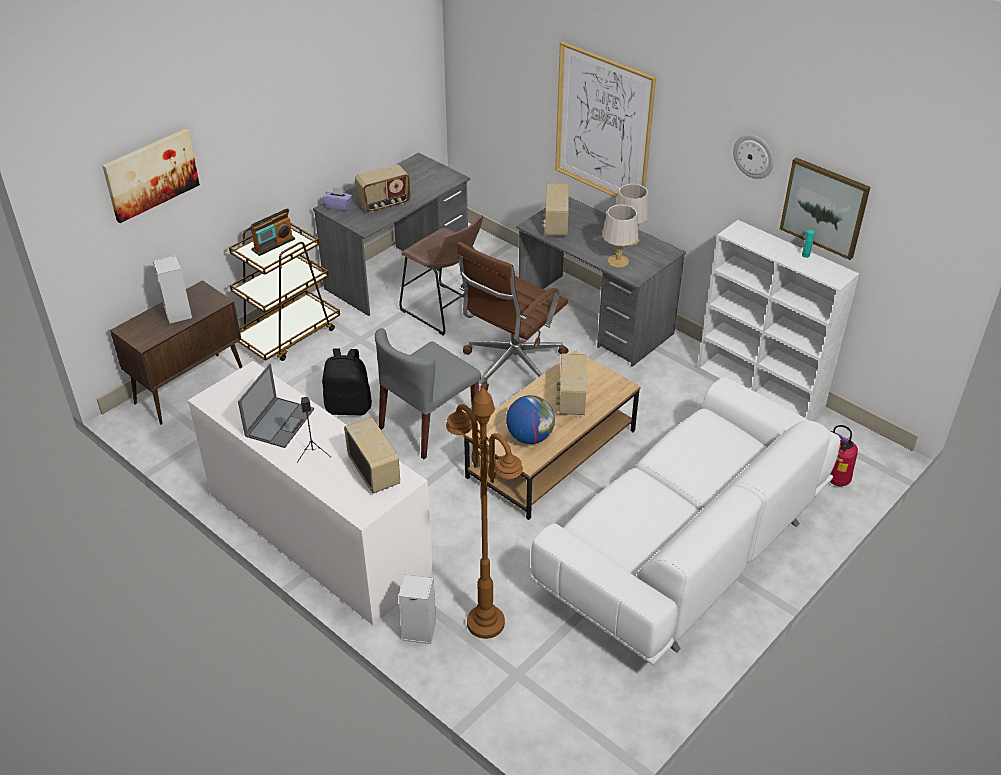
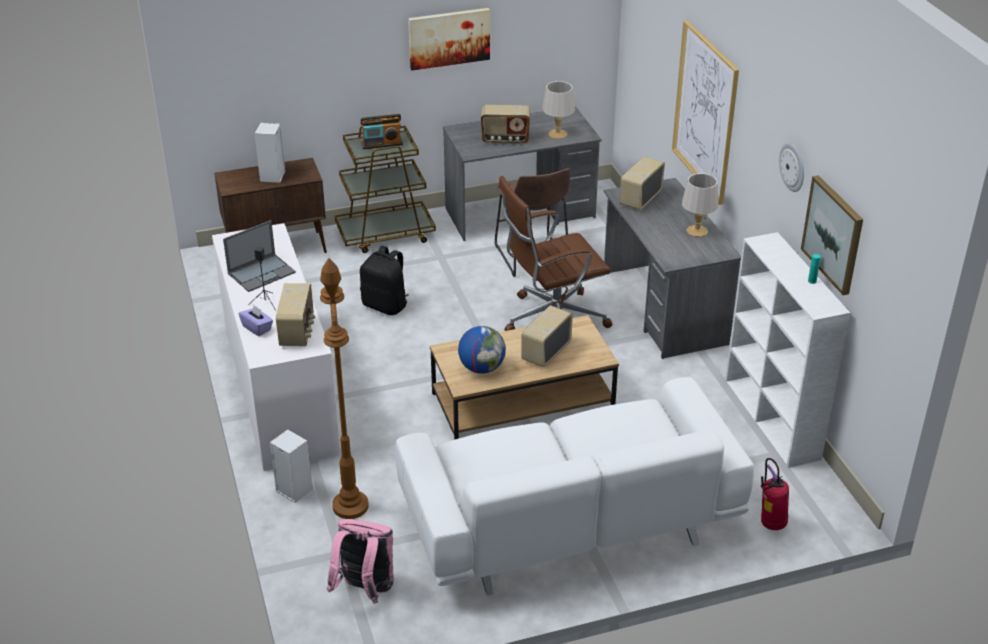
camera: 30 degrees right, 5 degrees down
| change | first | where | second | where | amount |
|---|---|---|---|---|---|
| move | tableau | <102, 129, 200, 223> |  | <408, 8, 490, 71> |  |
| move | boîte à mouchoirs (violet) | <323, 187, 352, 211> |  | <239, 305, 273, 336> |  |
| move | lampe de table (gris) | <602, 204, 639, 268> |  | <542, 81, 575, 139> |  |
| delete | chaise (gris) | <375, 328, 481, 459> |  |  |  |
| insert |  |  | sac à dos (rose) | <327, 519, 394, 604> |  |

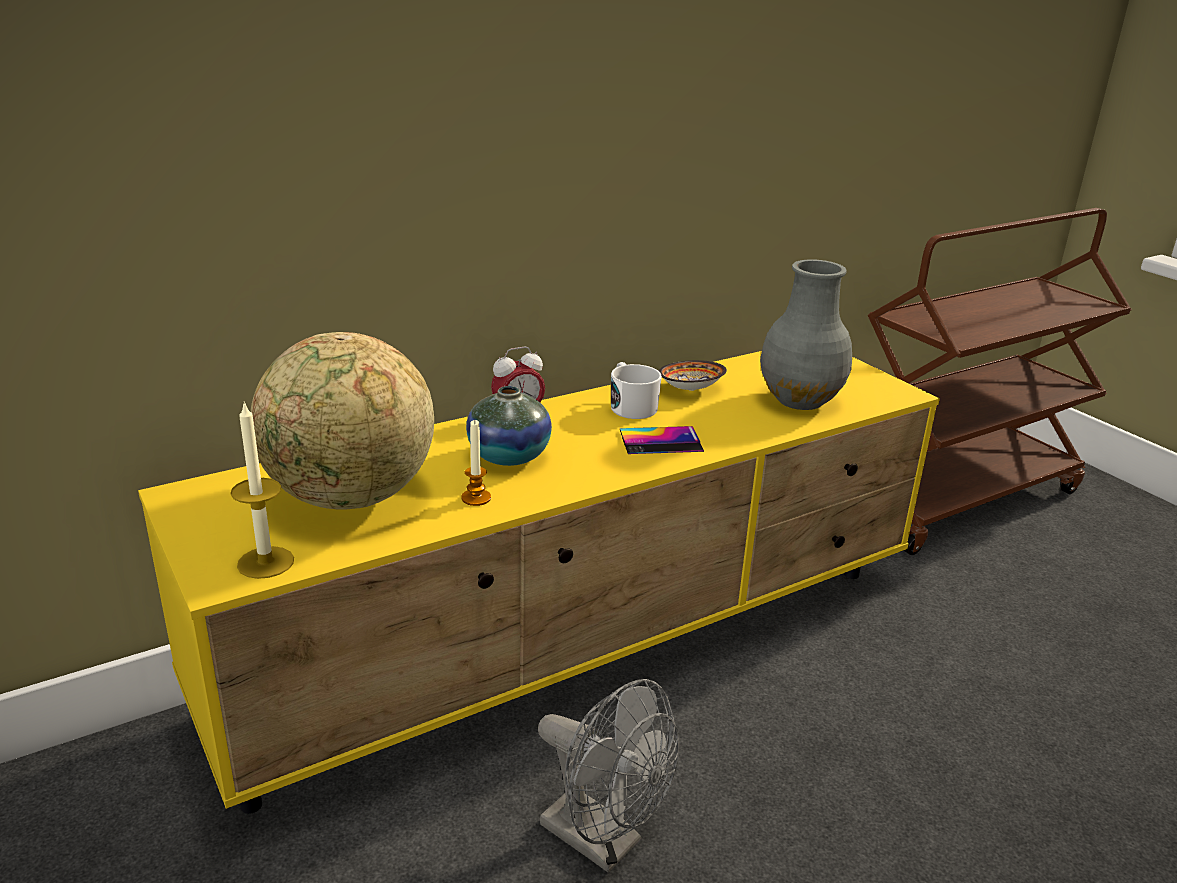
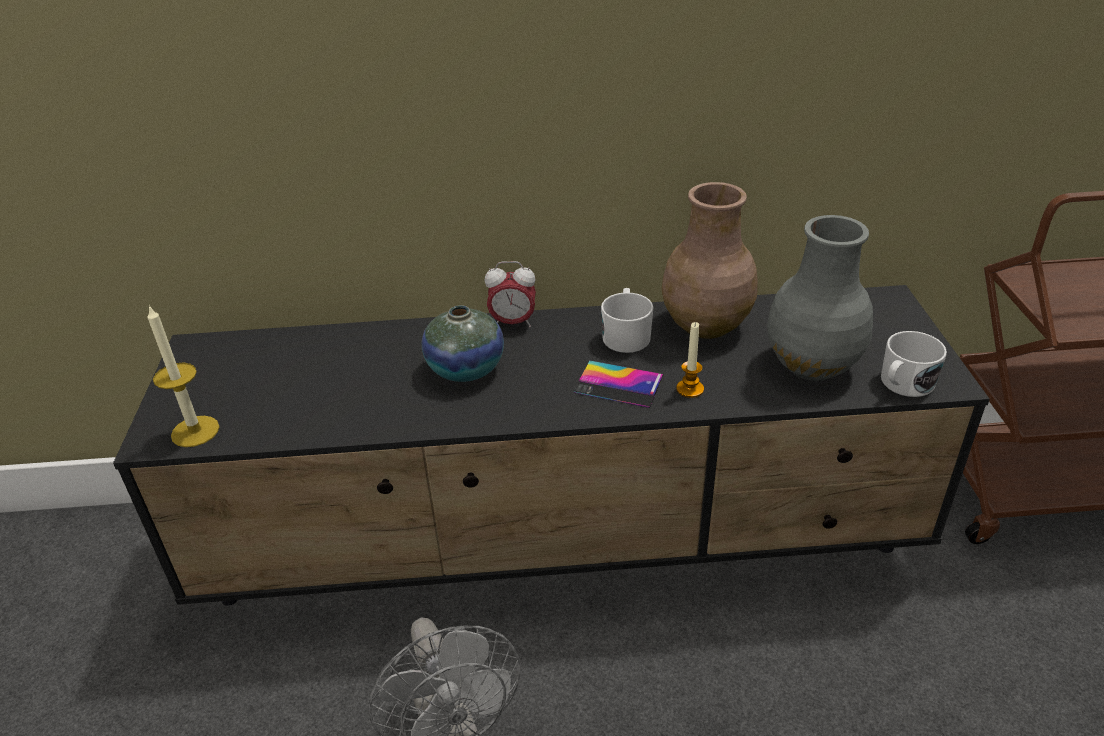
camera: 30 degrees right, 10 degrees up
| change | first | where | second | where | amount |
|---|---|---|---|---|---|
| delete | globe | <250, 332, 434, 509> |  |  |  |
| recolor | meuble télé (jaune) | <138, 351, 940, 814> | meuble télé (noir) | <113, 285, 990, 606> |  |
| replace | bol | <659, 360, 727, 391> | vase (marron) | <662, 182, 758, 339> |  |
| move | bougie | <461, 420, 491, 506> |  | <676, 322, 704, 398> |  |
| insert |  |  | mug (blanc) | <881, 331, 947, 397> |  |

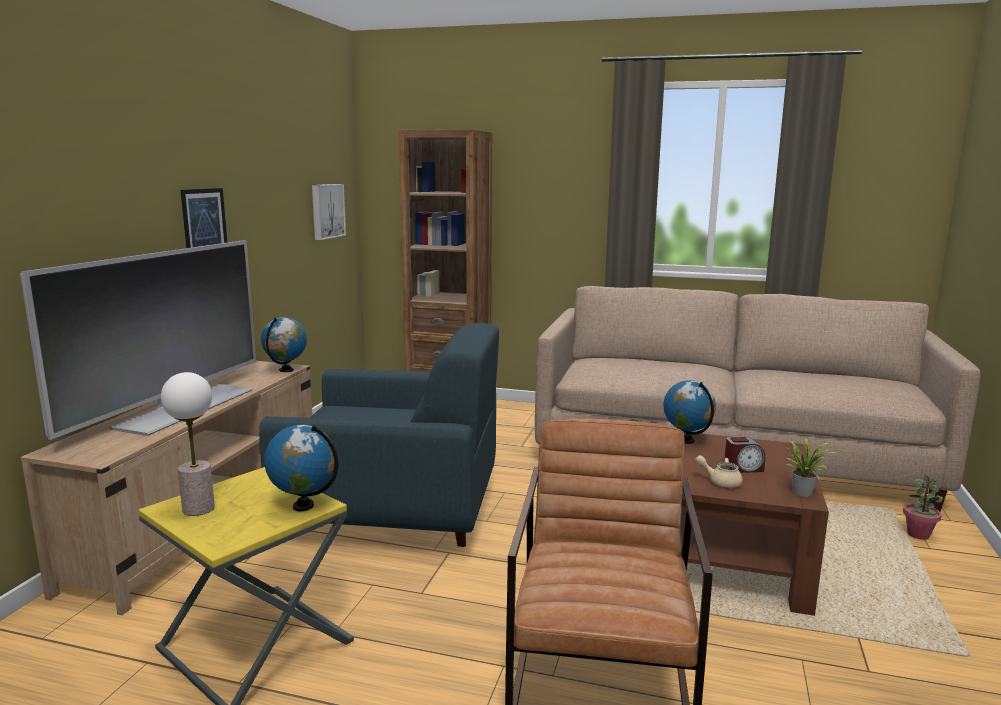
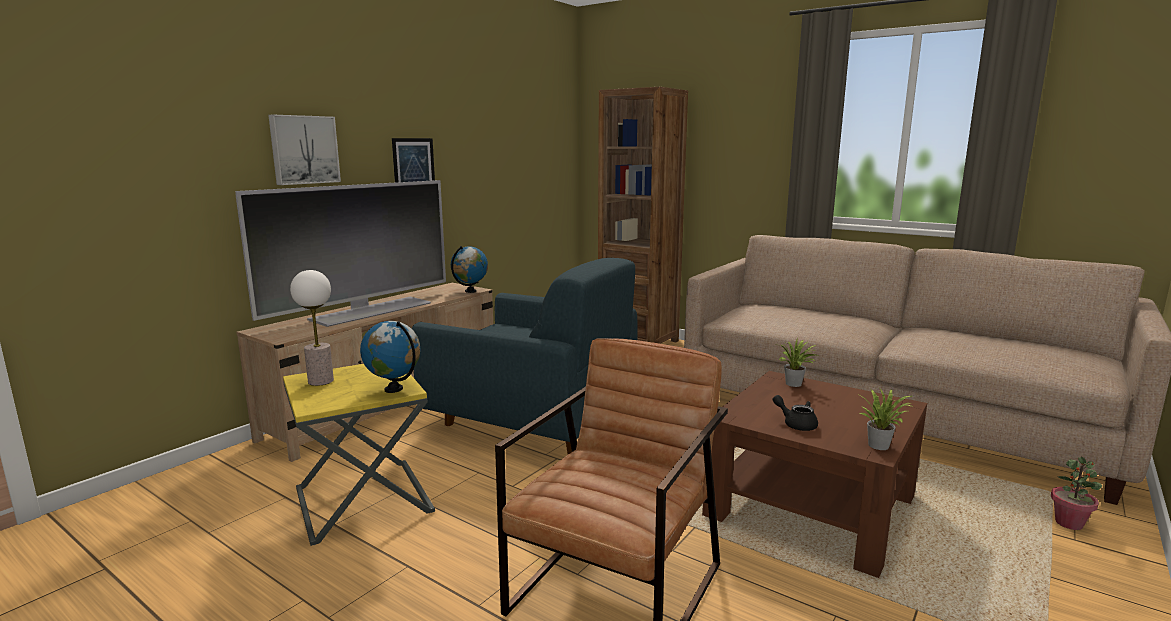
camera: 20 degrees right, 0 degrees up
| change | first | where | second | where | amount |
|---|---|---|---|---|---|
| move | tableau | <312, 184, 346, 240> |  | <268, 115, 341, 185> |  |
| replace | globe | <663, 380, 716, 444> | plante en pot | <779, 338, 820, 387> |  |
| delete | réveil | <724, 437, 765, 473> |  |  |  |
| recolor | théière (beige) | <695, 455, 743, 488> | théière (noir) | <773, 395, 818, 431> |  |

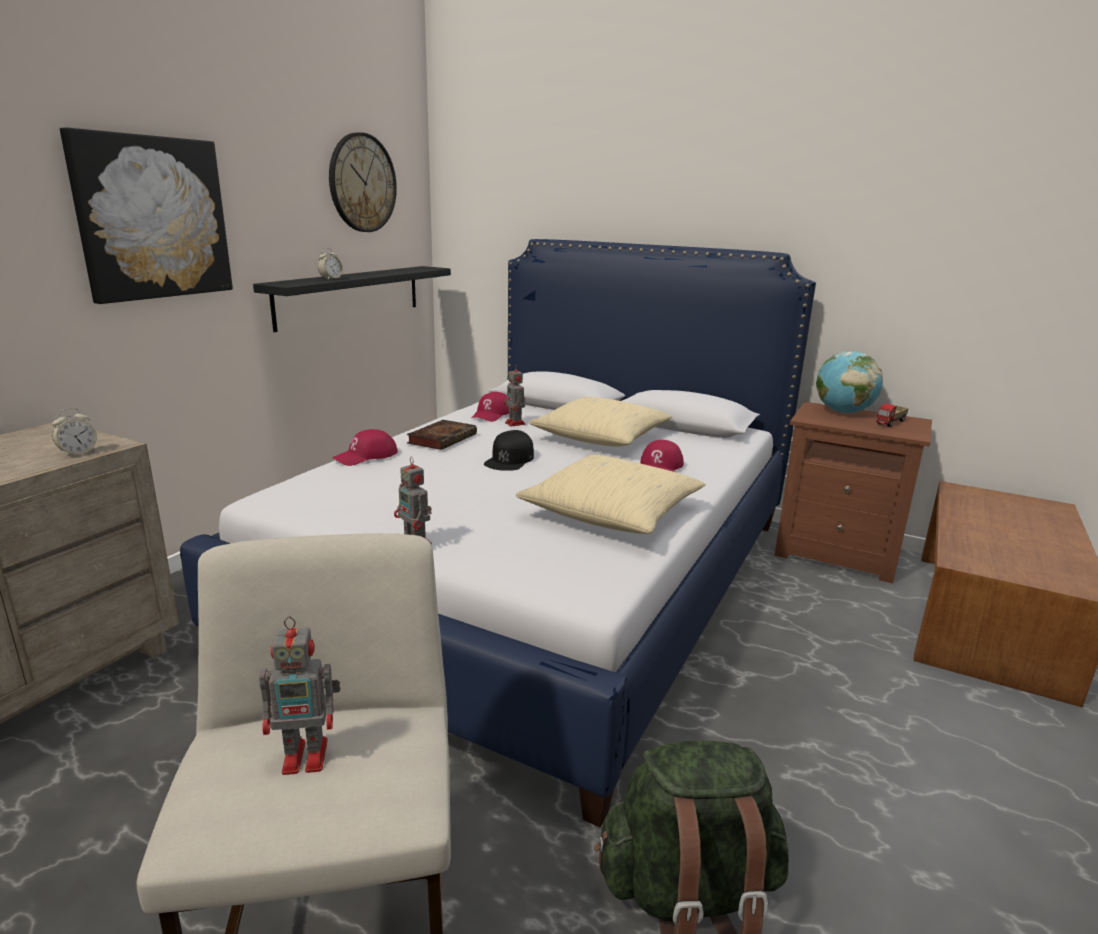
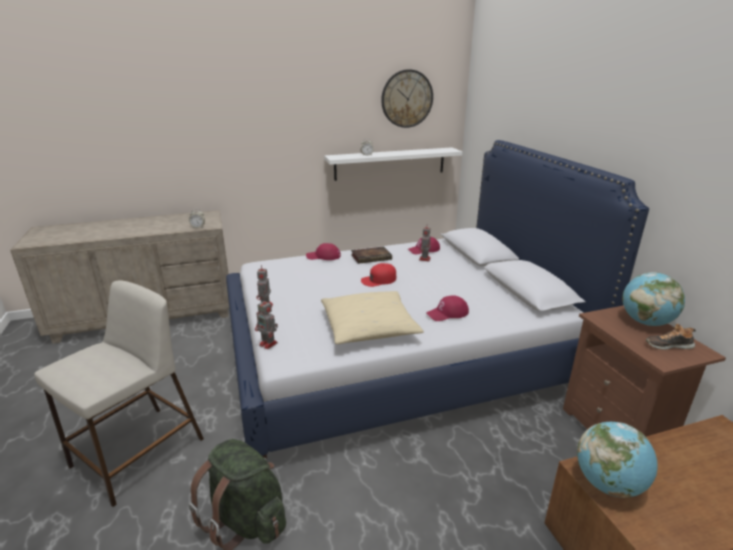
camera: 45 degrees right, 5 degrees up
| change | first | where | second | where | amount |
|---|---|---|---|---|---|
| delete | tableau | <60, 128, 233, 304> |  |  |  |
| recolor | étagère (noir) | <253, 266, 451, 332> | étagère (blanc) | <324, 147, 462, 181> |  |
| delete | coussin (beige) | <529, 397, 672, 446> |  |  |  |
| replace | camion jouet | <876, 403, 909, 427> | chaussure | <646, 324, 696, 350> |  |
| recolor | casquette (noir) | <484, 430, 534, 471> | casquette (rouge) | <361, 263, 396, 287> |  |
| move | robot jouet | <259, 616, 340, 775> |  | <255, 299, 278, 349> |  |
| insert |  |  | globe | <577, 422, 658, 498> |  |

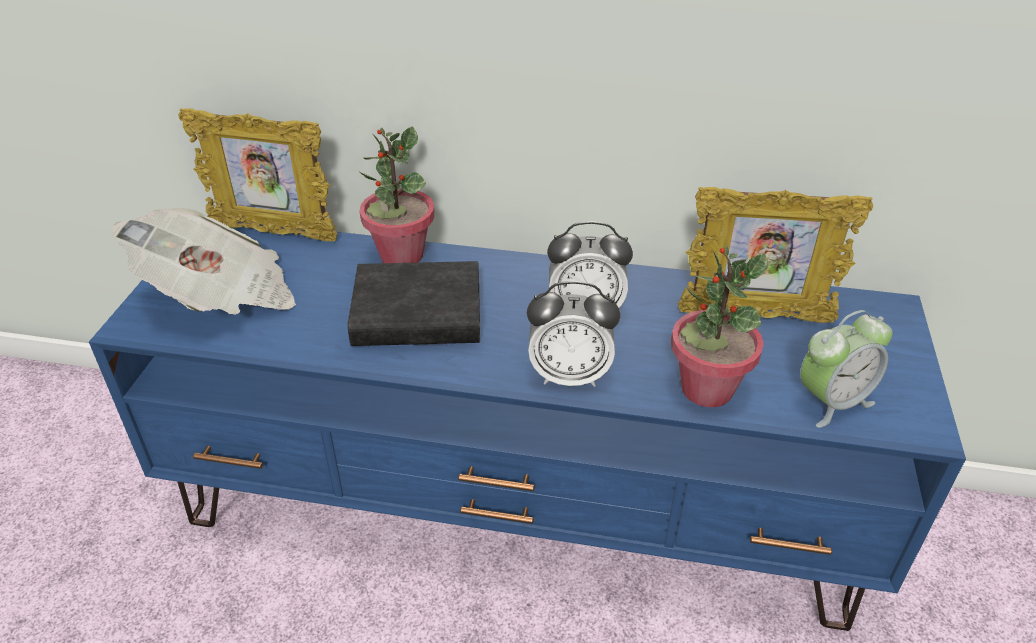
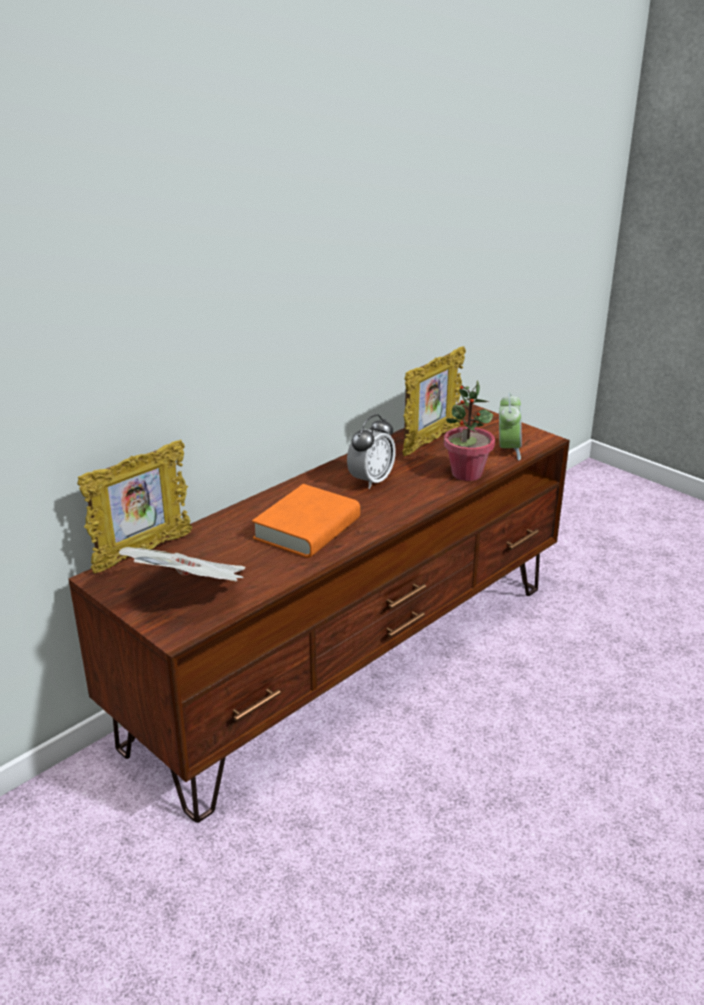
camera: 55 degrees left, 10 degrees down
| change | first | where | second | where | amount |
|---|---|---|---|---|---|
| delete | plante en pot | <359, 127, 434, 263> |  |  |  |
| recolor | meuble télé (bleu) | <89, 222, 966, 631> | meuble télé (marron) | <69, 402, 570, 823> |  |
| recolor | livre (noir) | <348, 261, 480, 346> | livre (orange) | <252, 484, 360, 558> |  |
| delete | réveil | <527, 281, 620, 387> |  |  |  |

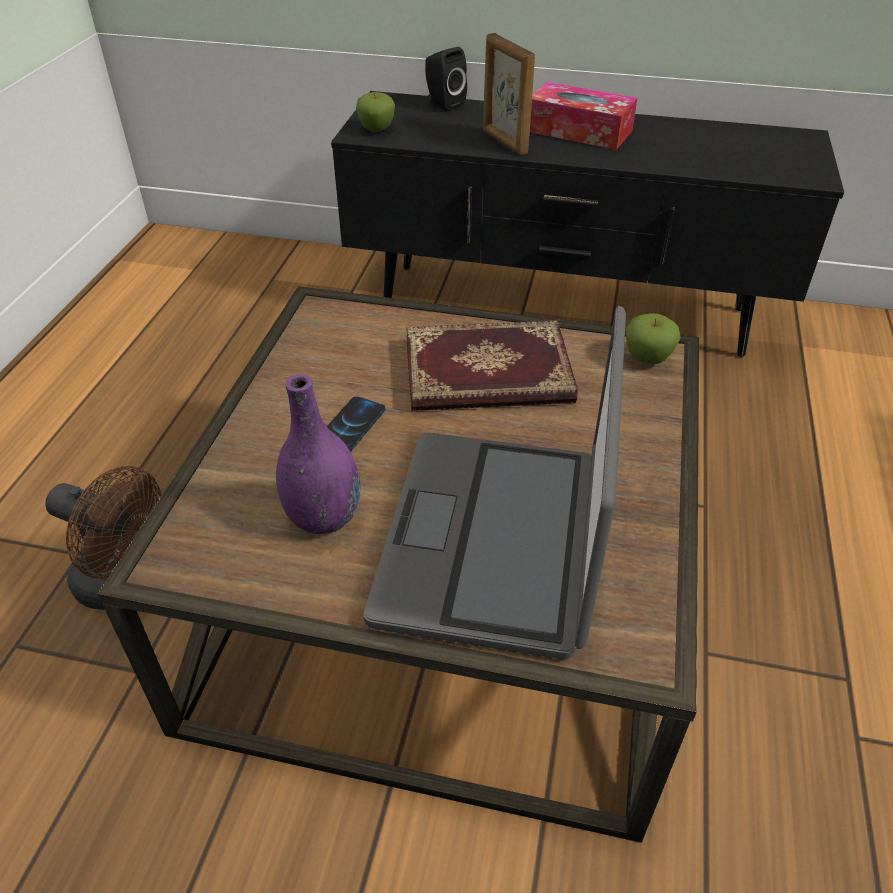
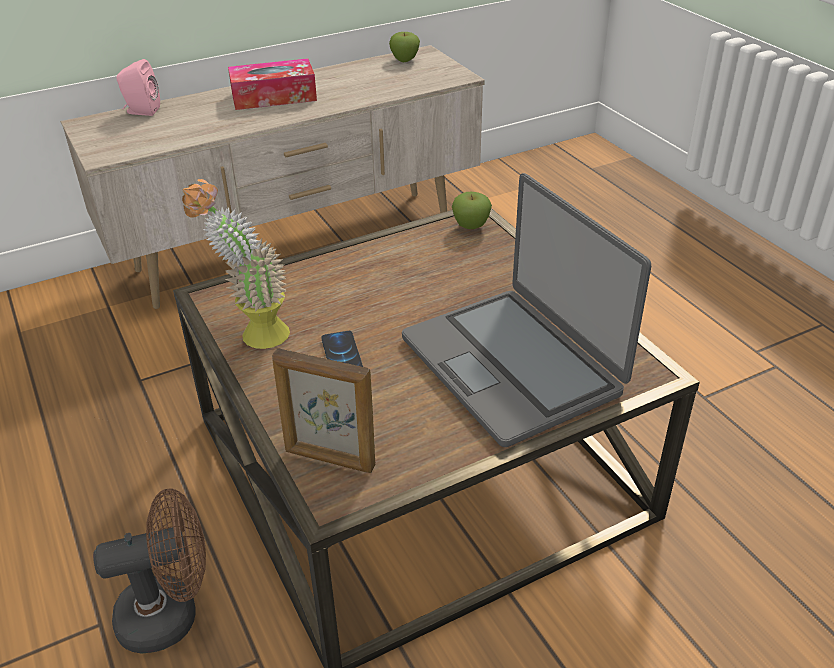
camera: 40 degrees left, 5 degrees down
| change | first | where | second | where | amount |
|---|---|---|---|---|---|
| move | cadre photo | <483, 33, 535, 155> |  | <272, 348, 375, 473> |  |
| recolor | enceinte (noir) | <425, 47, 467, 111> | enceinte (rose) | <117, 59, 160, 116> |  |
| recolor | meuble télé (noir) | <331, 91, 844, 357> | meuble télé (beige) | <60, 45, 485, 309> |  |
| move | pomme | <356, 92, 395, 132> |  | <389, 32, 420, 62> |  |
| delete | livre | <406, 321, 578, 411> |  |  |  |
| delete | vase (violet) | <276, 374, 360, 534> |  |  |  |
| insert |  |  | plante en pot | <182, 179, 290, 349> |  |

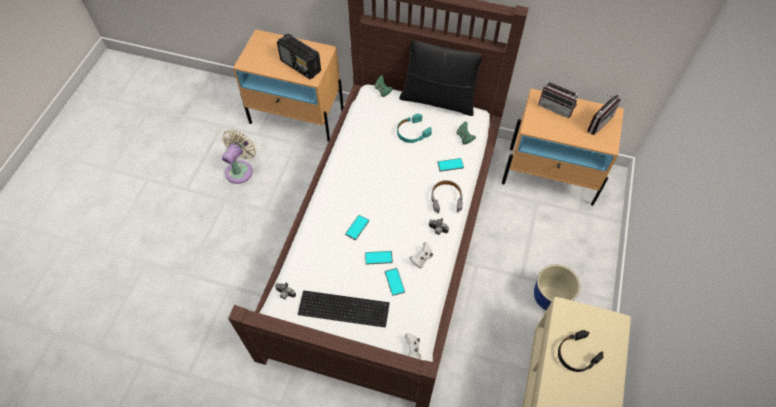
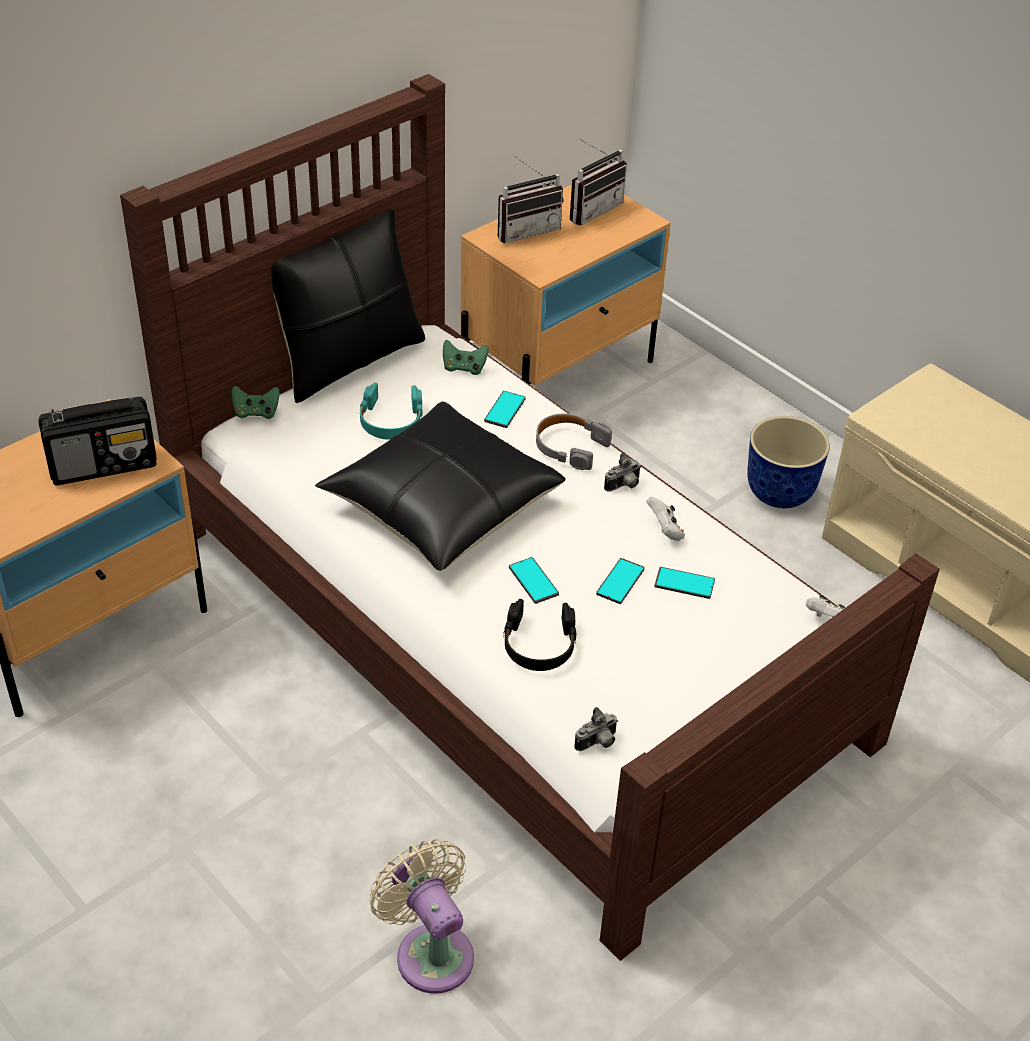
camera: 60 degrees left, 15 degrees down
| change | first | where | second | where | amount |
|---|---|---|---|---|---|
| rotate | radio | <587, 91, 621, 135> |  | <570, 138, 627, 225> | 60 degrees clockwise |
| move | ventilateur (beige) | <222, 129, 256, 184> |  | <369, 839, 474, 994> |  |
| delete | clavier | <298, 290, 390, 328> |  |  |  |
| move | casque audio (noir) | <558, 330, 604, 372> |  | <503, 599, 576, 671> |  |
| insert |  |  | coussin (noir) | <315, 402, 566, 571> |  |

